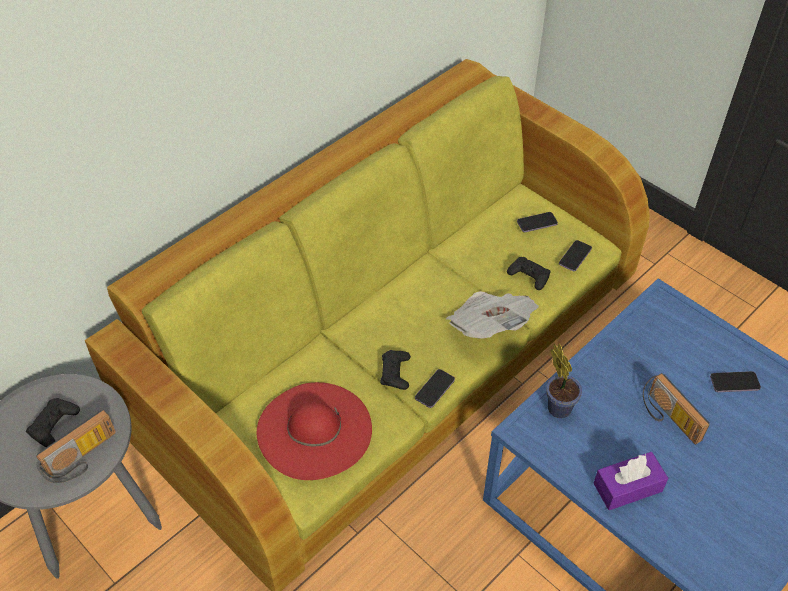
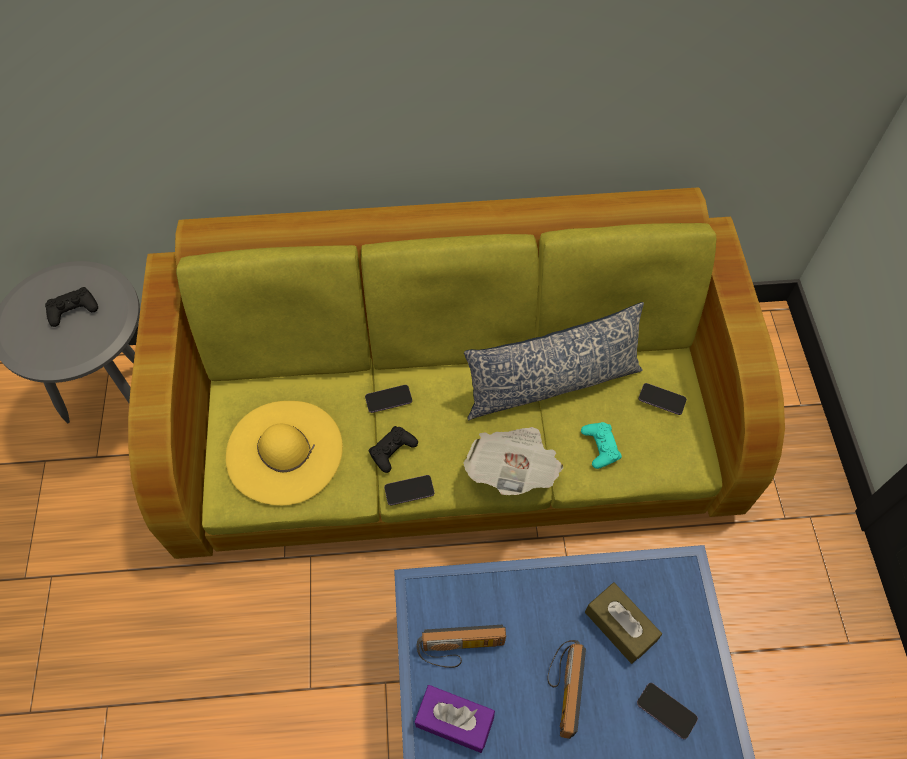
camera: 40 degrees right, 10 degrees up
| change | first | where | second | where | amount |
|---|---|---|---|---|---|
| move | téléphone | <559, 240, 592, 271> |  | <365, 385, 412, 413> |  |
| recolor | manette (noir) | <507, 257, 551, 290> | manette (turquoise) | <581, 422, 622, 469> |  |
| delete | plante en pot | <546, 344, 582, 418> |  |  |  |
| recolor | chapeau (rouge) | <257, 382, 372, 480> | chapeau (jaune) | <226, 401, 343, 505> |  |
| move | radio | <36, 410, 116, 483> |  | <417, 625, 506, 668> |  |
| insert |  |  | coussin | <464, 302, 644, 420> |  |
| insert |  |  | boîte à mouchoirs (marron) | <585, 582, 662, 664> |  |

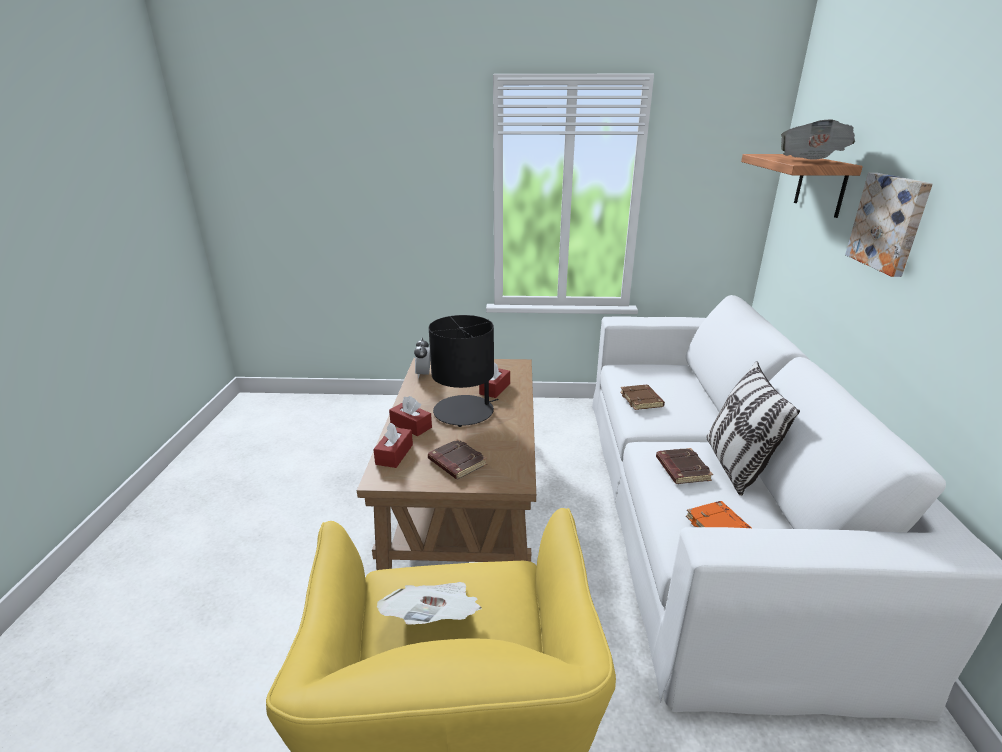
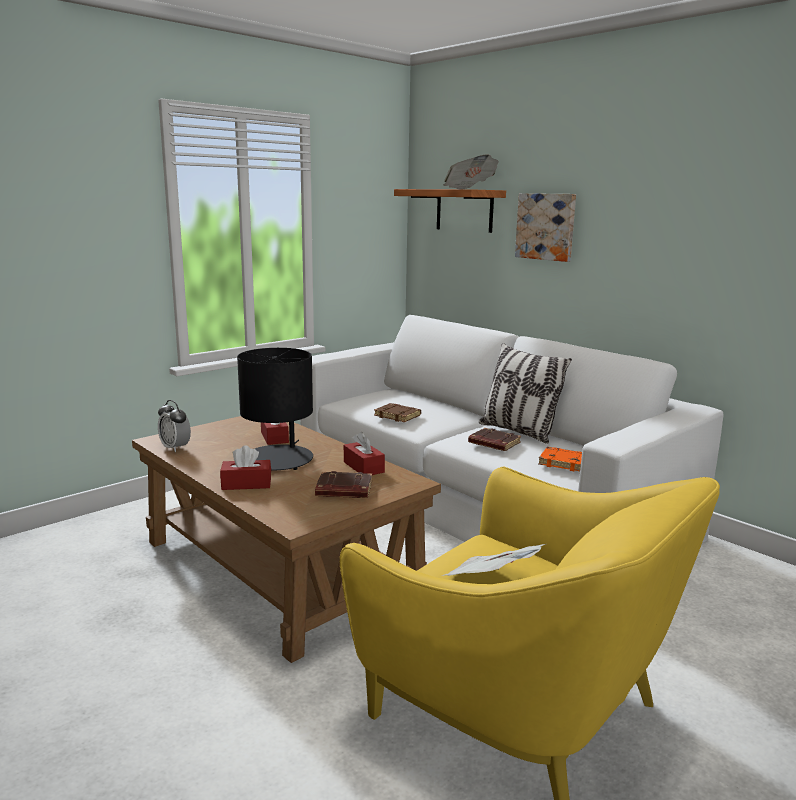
camera: 45 degrees left, 10 degrees down
| change | first | where | second | where | amount |
|---|---|---|---|---|---|
| move | boîte à mouchoirs (rouge) | <373, 423, 413, 468> |  | <344, 432, 385, 475> |  |

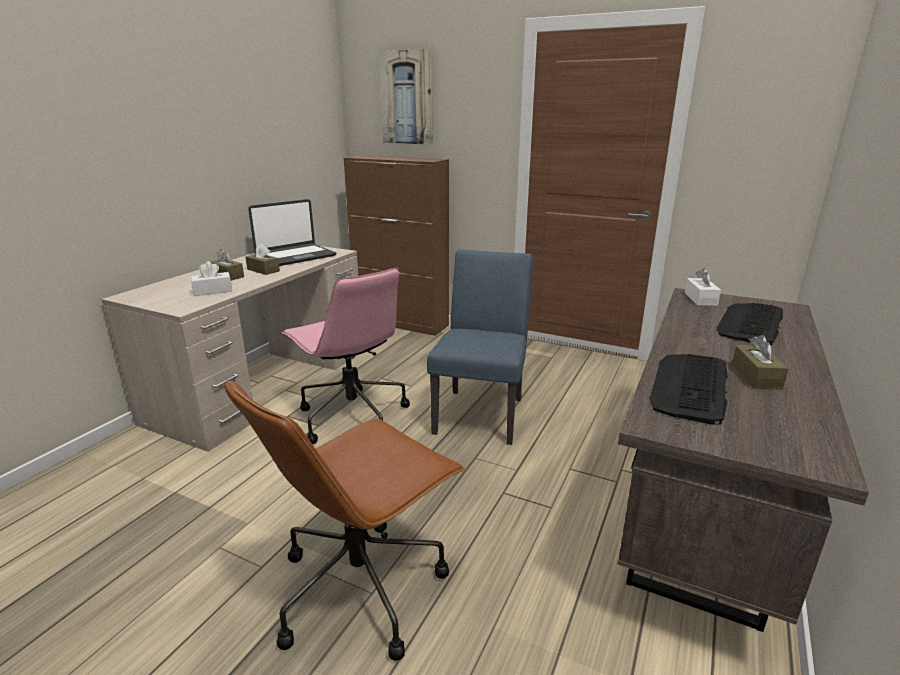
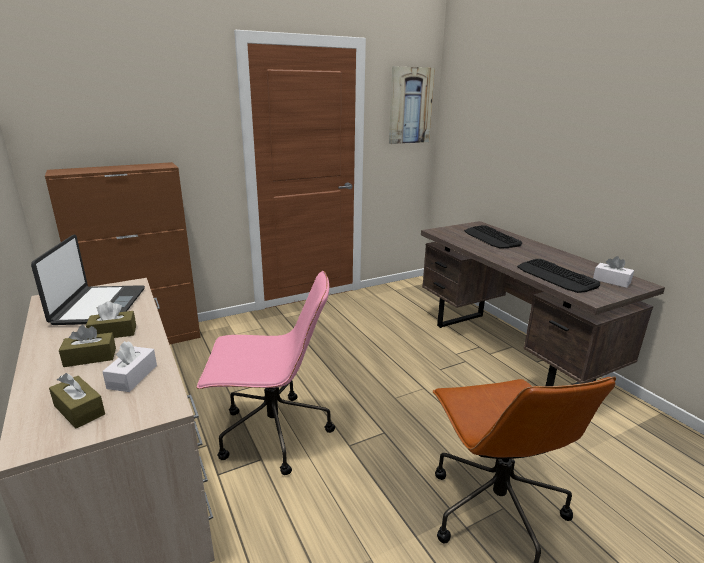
camera: 55 degrees left, 0 degrees up
| change | first | where | second | where | amount |
|---|---|---|---|---|---|
| move | tableau | <379, 49, 433, 144> |  | <389, 66, 435, 144> |  |
| delete | chaise (bleu) | <427, 249, 533, 445> |  |  |  |
| move | boîte à mouchoirs (blanc) | <685, 268, 721, 306> |  | <593, 256, 634, 288> |  |
| move | boîte à mouchoirs (marron) | <732, 335, 789, 390> |  | <49, 373, 105, 428> |  |

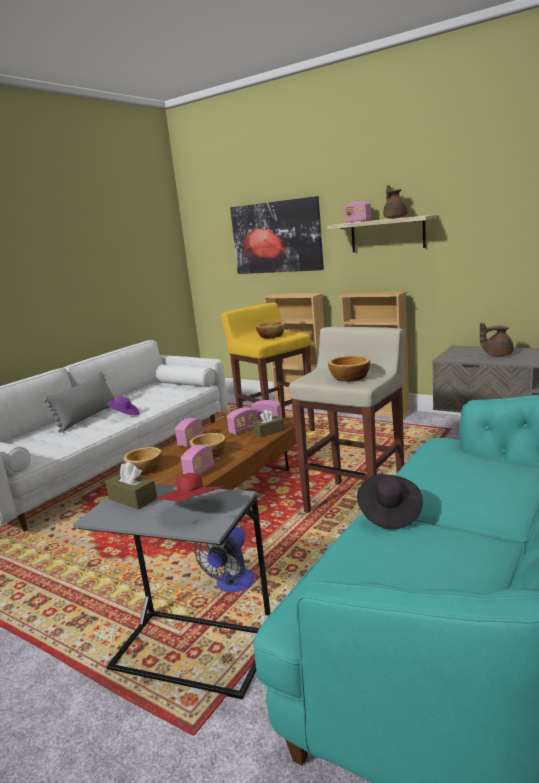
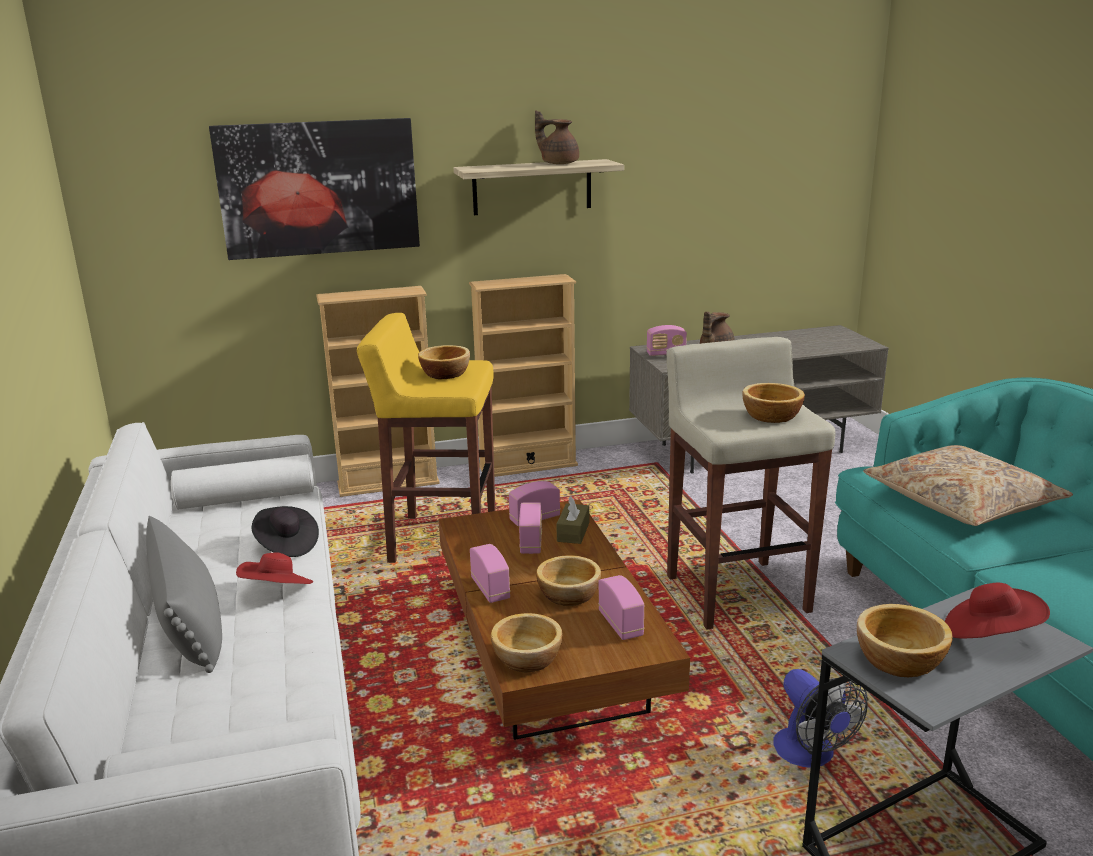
camera: 50 degrees left, 5 degrees up
| change | first | where | second | where | amount |
|---|---|---|---|---|---|
| move | radio | <345, 202, 371, 223> |  | <647, 325, 687, 356> |  |
| recolor | chapeau (violet) | <105, 397, 140, 416> | chapeau (rouge) | <236, 552, 313, 584> |  |
| replace | boîte à mouchoirs (marron) | <105, 462, 157, 510> | bol | <857, 604, 953, 677> |  |
| move | chapeau (noir) | <357, 474, 423, 530> |  | <252, 506, 319, 557> |  |
| insert |  |  | coussin (beige) | <863, 445, 1073, 526> |  |

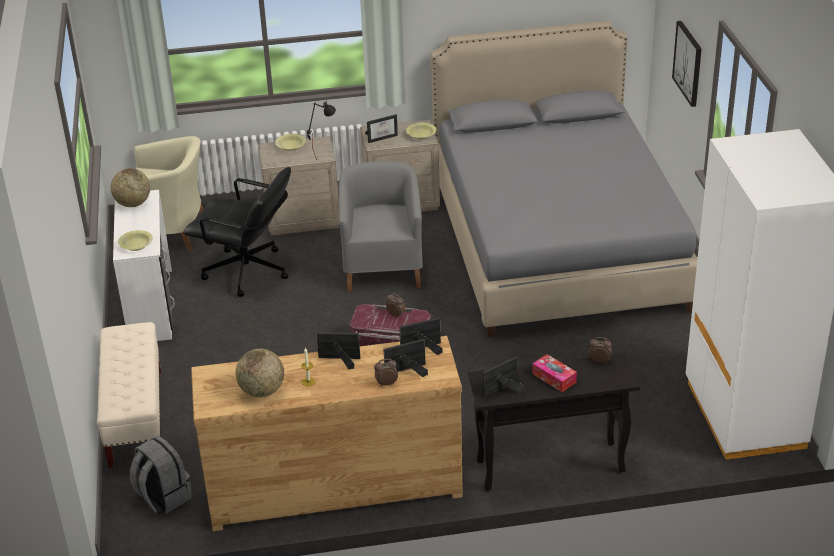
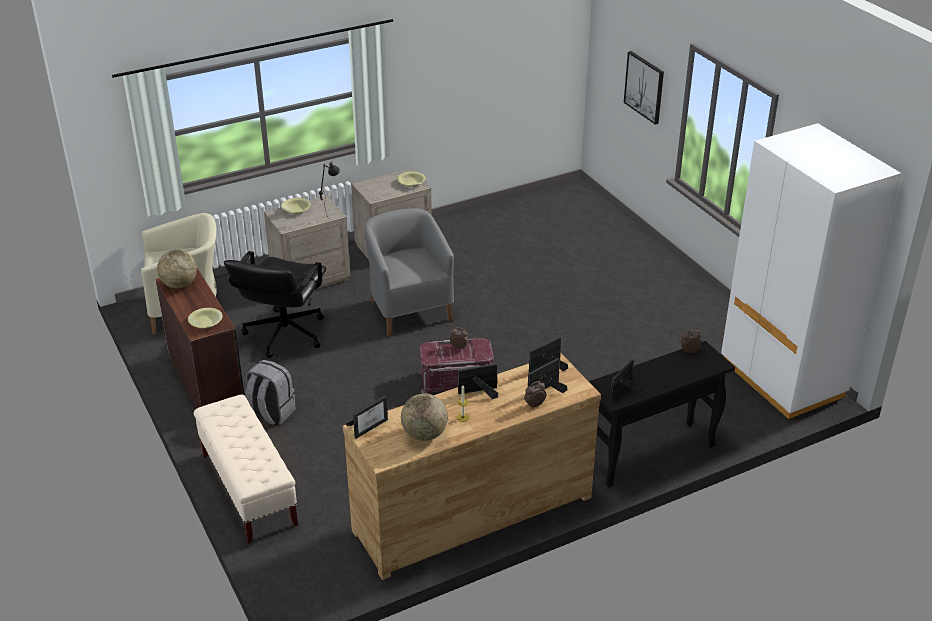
camera: 20 degrees left, 0 degrees up
| change | first | where | second | where | amount |
|---|---|---|---|---|---|
| delete | lit (gris) | <431, 21, 698, 337> |  |  |  |
| move | cadre photo | <365, 114, 398, 143> |  | <346, 396, 388, 439> |  |
| rotate | chaise de bureau (noir) | <184, 167, 291, 297> |  | <224, 251, 326, 358> | 105 degrees clockwise |
| recolor | bureau (blanc) | <113, 190, 175, 341> | bureau (marron) | <155, 268, 245, 408> |  |
| delete | boîte à mouchoirs | <532, 354, 577, 392> |  |  |  |
| move | sac à dos (gris) | <130, 436, 192, 514> |  | <245, 360, 296, 426> |  |

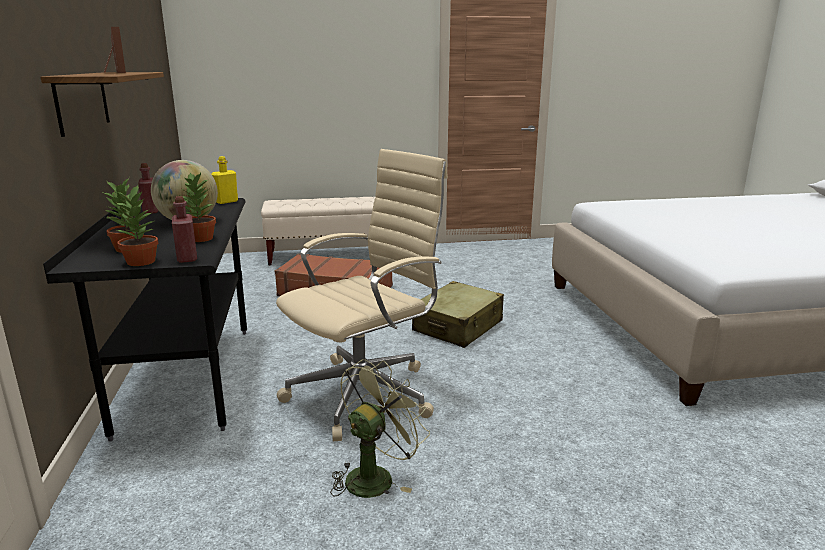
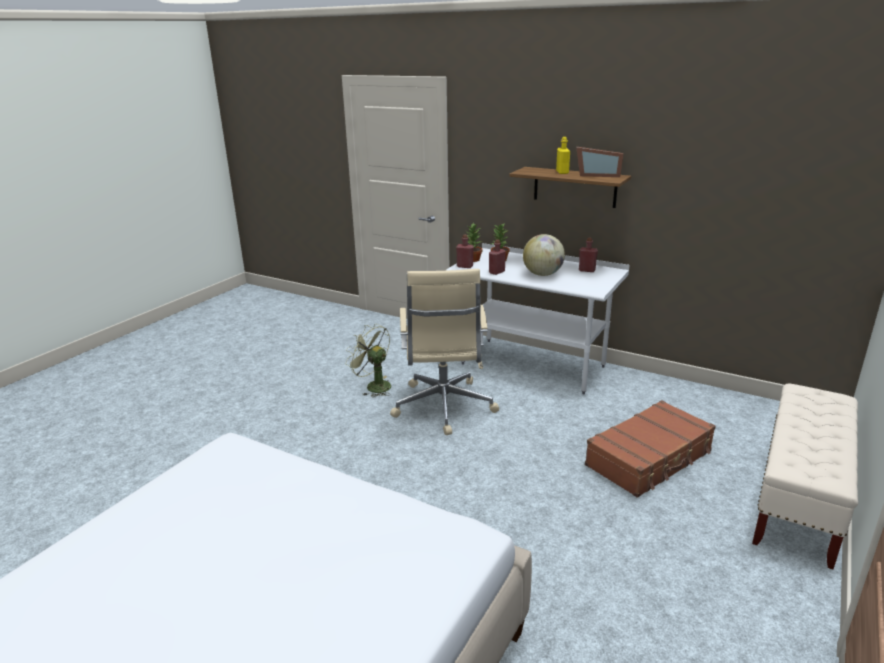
camera: 130 degrees right, 5 degrees up
| change | first | where | second | where | amount |
|---|---|---|---|---|---|
| move | bouteille (jaune) | <212, 156, 238, 204> |  | <556, 137, 570, 174> |  |
| replace | plante en pot | <182, 172, 216, 242> | bouteille (rouge) | <489, 239, 506, 275> |  |
| recolor | bureau (noir) | <43, 198, 247, 442> | bureau (blanc) | <446, 243, 630, 394> |  |
| delete | valise (beige) | <412, 281, 504, 348> |  |  |  |
| rotate | ventilateur (vert) | <330, 359, 430, 498> |  | <346, 324, 391, 397> | 135 degrees clockwise |

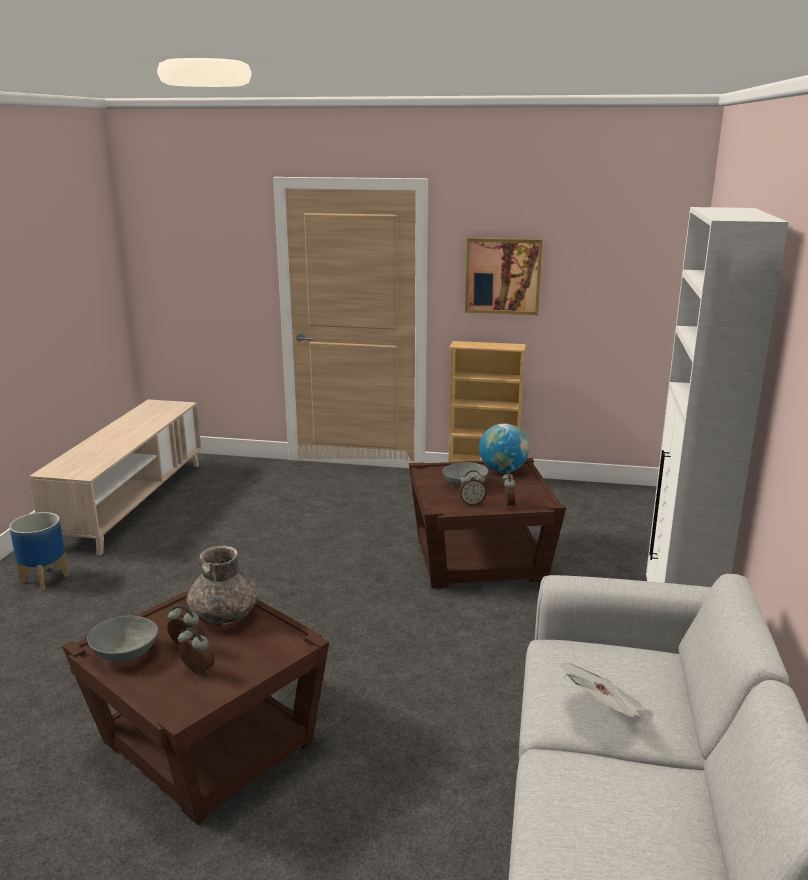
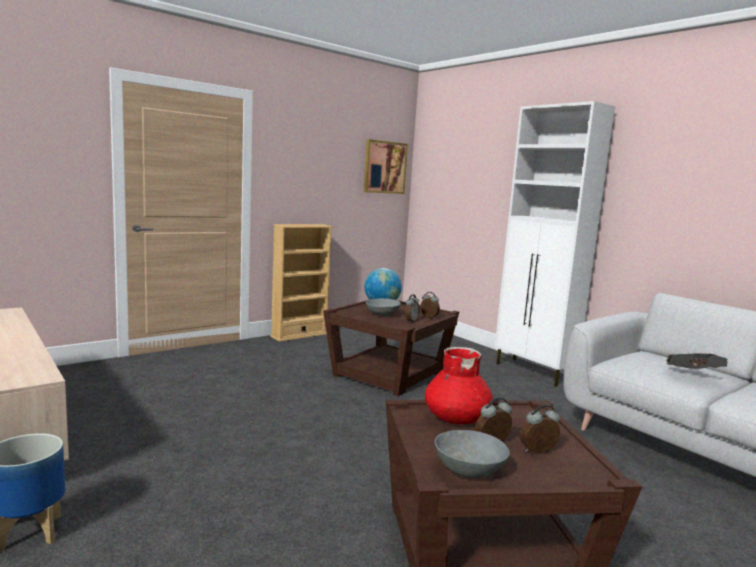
camera: 50 degrees left, 10 degrees down
| change | first | where | second | where | amount |
|---|---|---|---|---|---|
| move | tableau | <465, 238, 543, 315> |  | <364, 139, 408, 194> |  |
| recolor | vase (gris) | <186, 546, 257, 625> | vase (rouge) | <425, 347, 493, 424> |  |

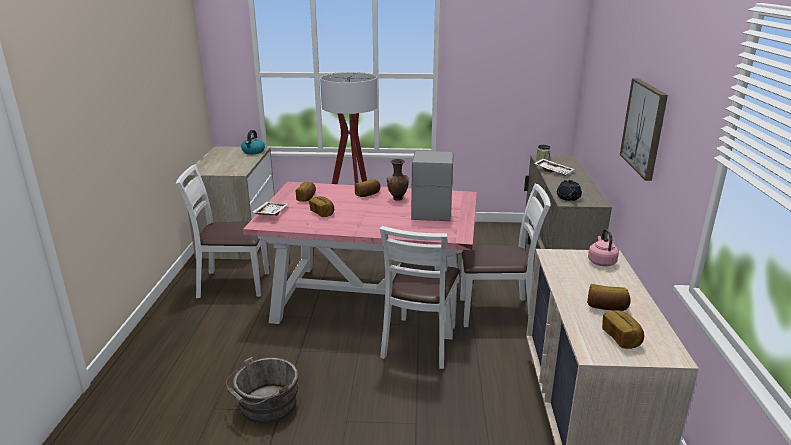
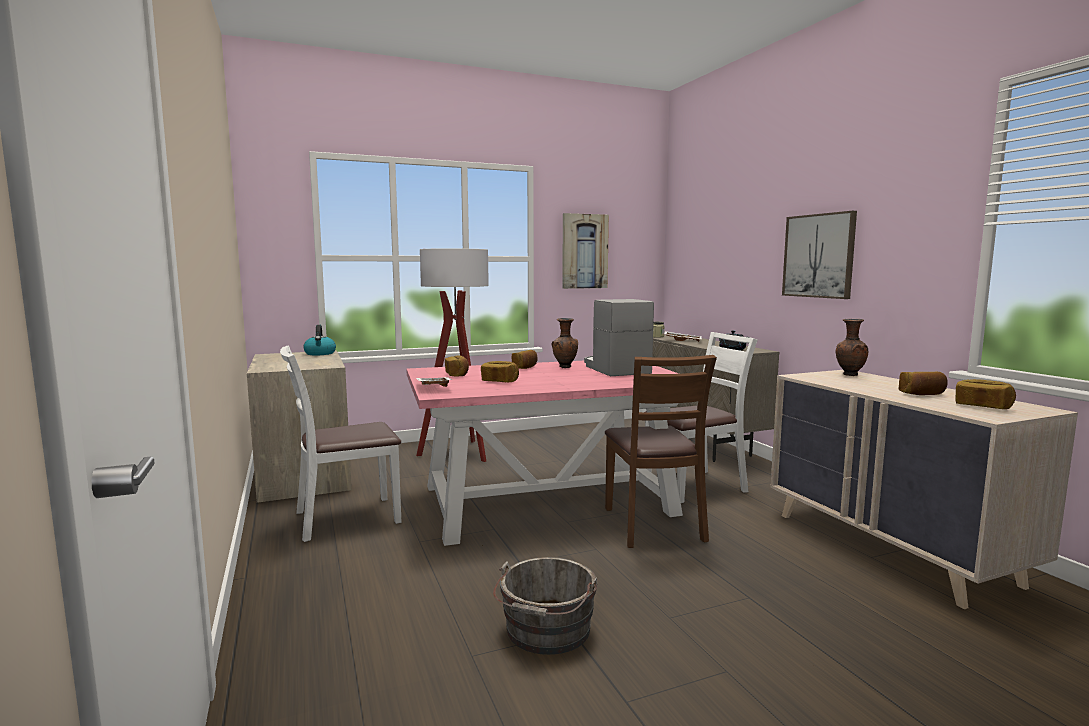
camera: 25 degrees left, 15 degrees down
| change | first | where | second | where | amount |
|---|---|---|---|---|---|
| recolor | chaise (blanc) | <380, 226, 459, 369> | chaise (marron) | <605, 355, 717, 548> |  |
| replace | bouilloire (rose) | <588, 229, 619, 266> | vase (marron) | <836, 319, 868, 376> |  |
| insert |  |  | tableau | <562, 213, 609, 289> |  |

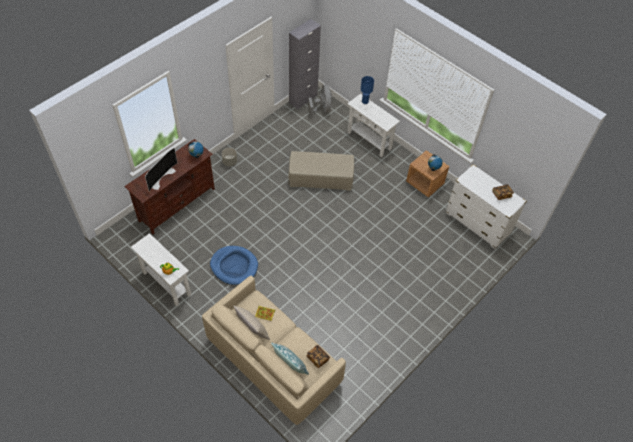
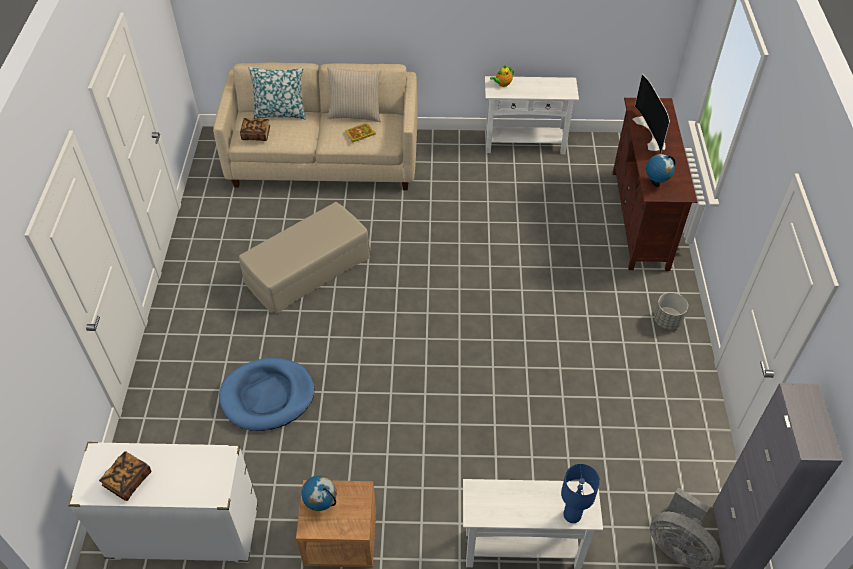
camera: 140 degrees right, 5 degrees down
| change | first | where | second | where | amount |
|---|---|---|---|---|---|
| move | pouf (beige) | <288, 151, 354, 191> |  | <239, 202, 371, 314> |  |
| move | panier pour chien (bleu) | <210, 246, 258, 285> |  | <219, 358, 314, 431> |  |

